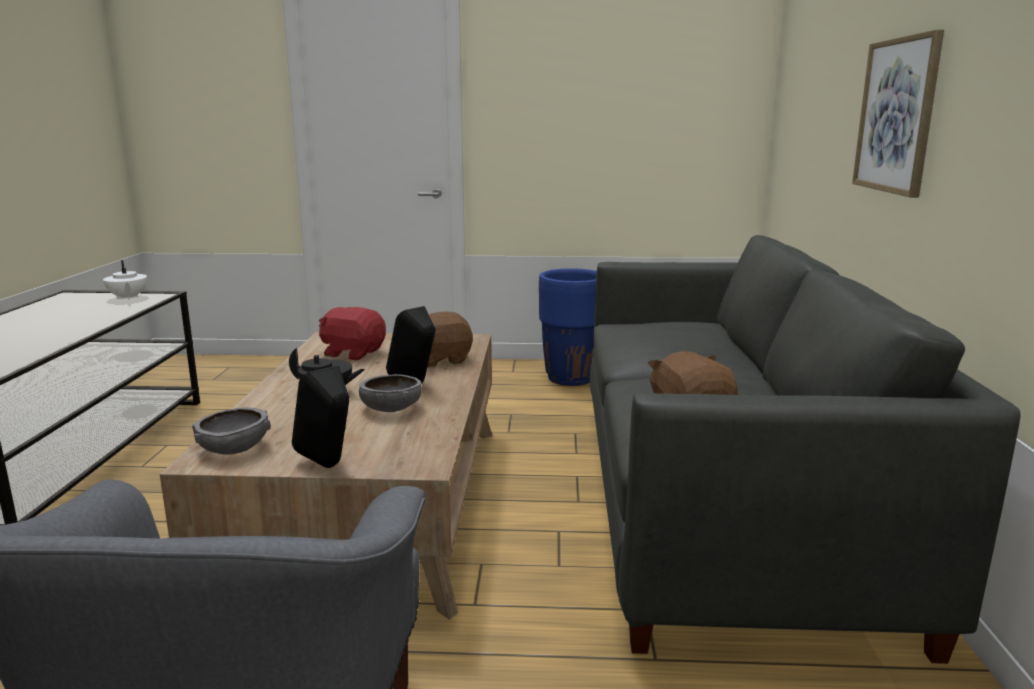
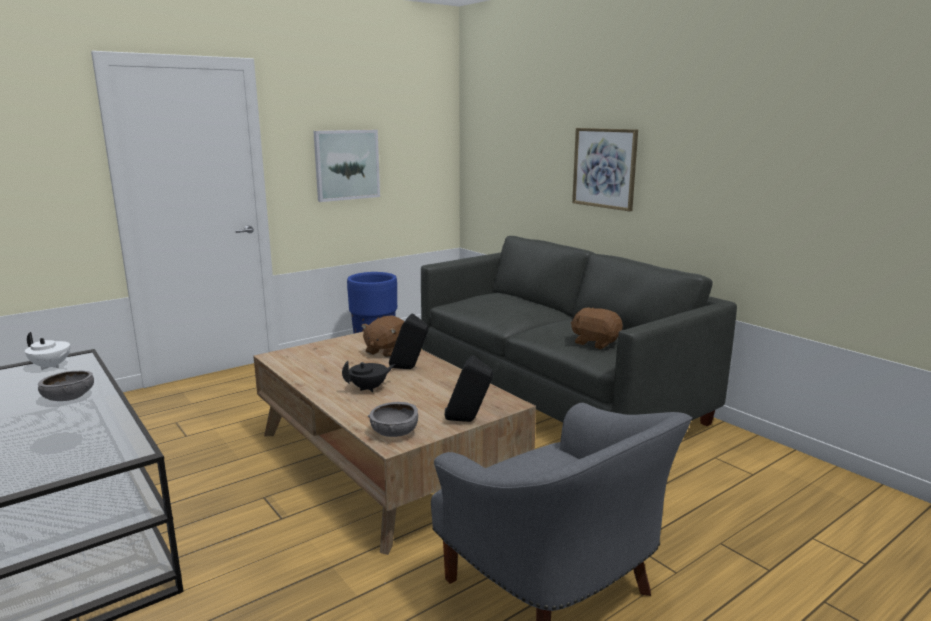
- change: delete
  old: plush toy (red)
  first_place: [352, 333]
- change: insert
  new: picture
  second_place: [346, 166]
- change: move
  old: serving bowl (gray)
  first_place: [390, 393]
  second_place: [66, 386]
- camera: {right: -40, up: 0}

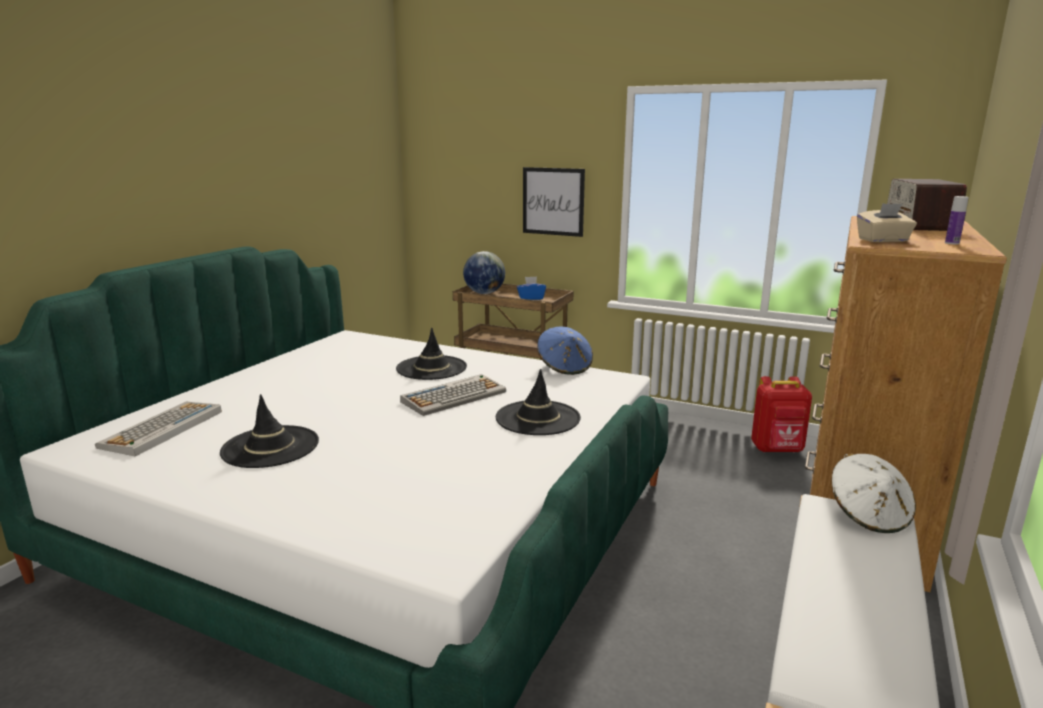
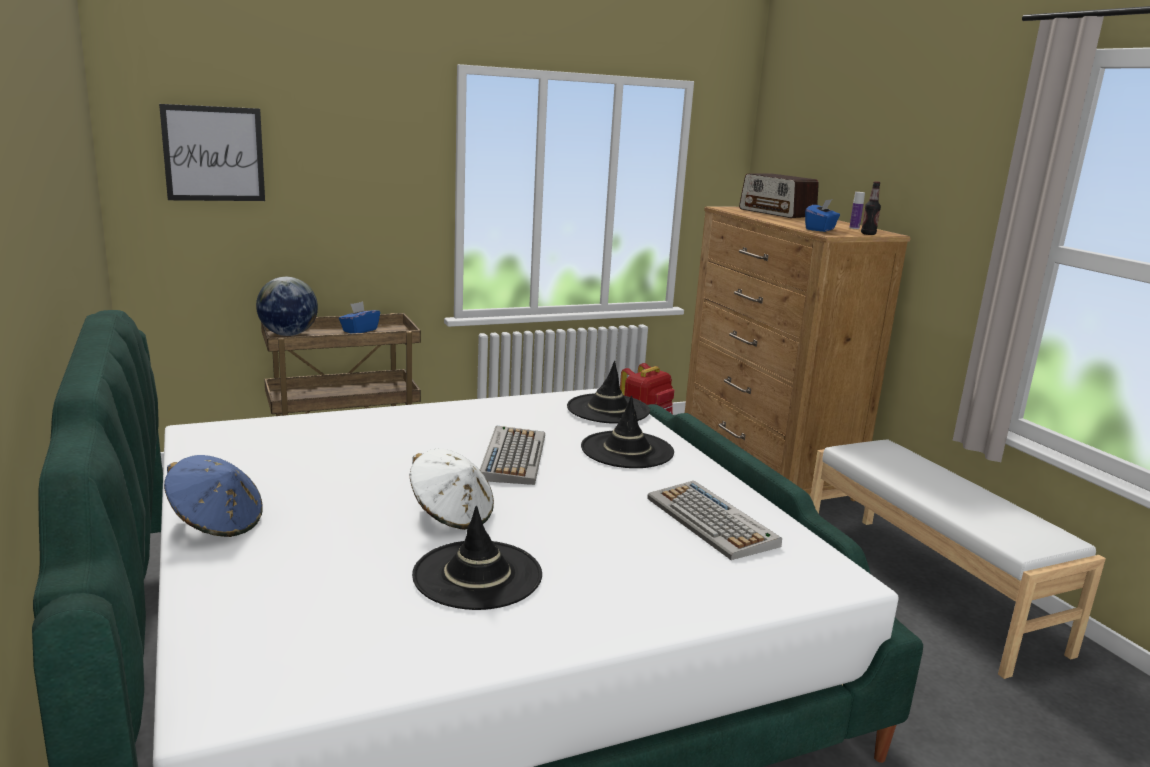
- change: insert
  new: drink bottle
  second_place: [871, 208]
- change: move
  old: PC keyboard
  first_place: [158, 429]
  second_place: [715, 520]
- change: move
  old: clothing hat (black-coloured)
  first_place: [431, 354]
  second_place: [608, 392]
- change: move
  old: picture
  first_place: [554, 202]
  second_place: [212, 152]
- change: move
  old: clothing hat (blue)
  first_place: [565, 351]
  second_place: [213, 496]
- change: move
  old: clothing hat (whitish)
  first_place: [874, 493]
  second_place: [452, 489]
- change: recolor
  old: tissue holder (beige)
  new: tissue holder (blue)
  first_place: [887, 222]
  second_place: [822, 215]
- camera: {right: -50, up: 0}

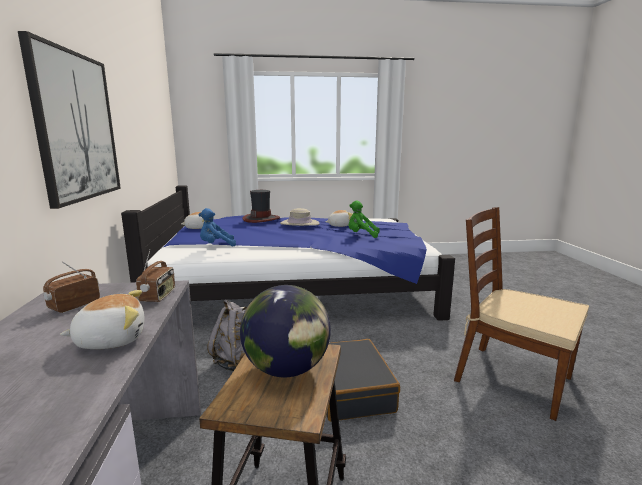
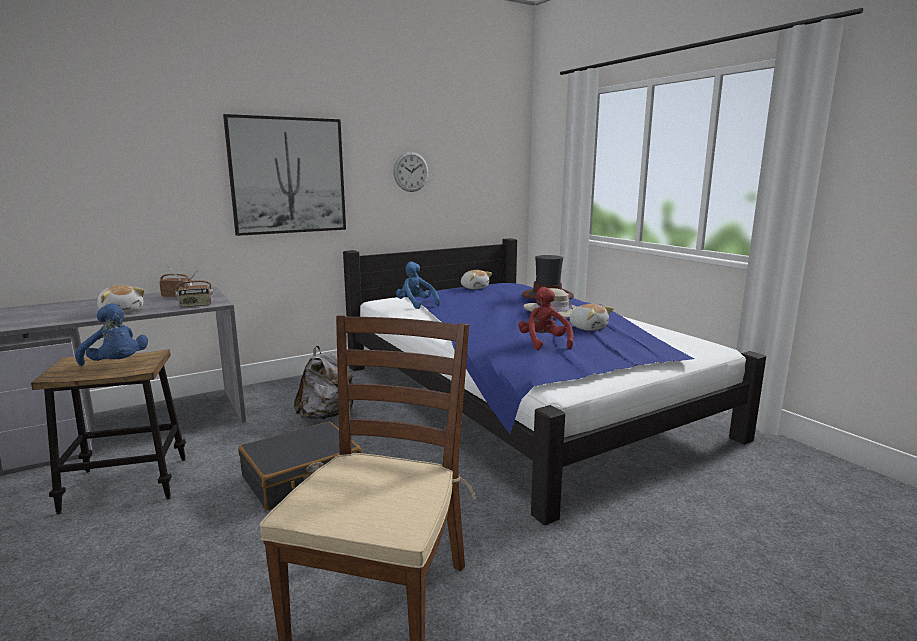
- change: insert
  new: hanging clock
  second_place: [411, 172]
- change: replace
  old: desk globe
  new: plush toy (blue)
  first_place: [285, 331]
  second_place: [111, 334]
- change: recolor
  old: plush toy (green)
  new: plush toy (red)
  first_place: [364, 219]
  second_place: [545, 318]
- camera: {right: 65, up: 0}

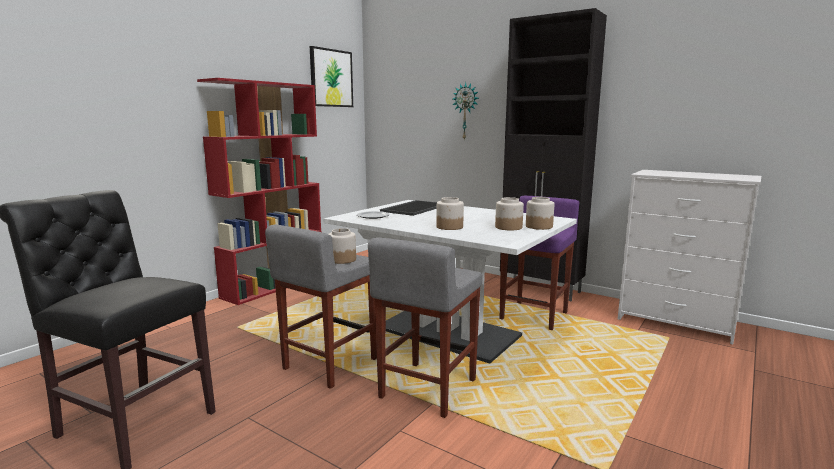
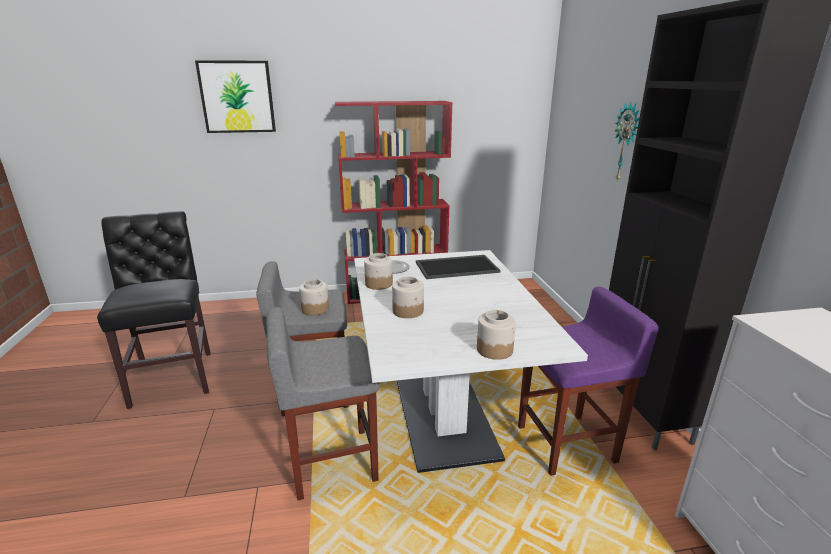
- change: move
  old: picture
  first_place: [331, 76]
  second_place: [235, 96]
- change: move
  old: jar
  first_place: [509, 213]
  second_place: [378, 271]
- camera: {right: 45, up: 10}

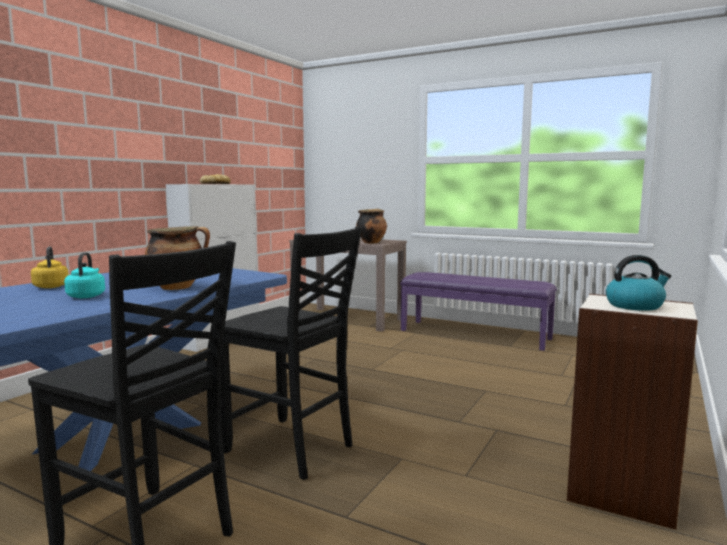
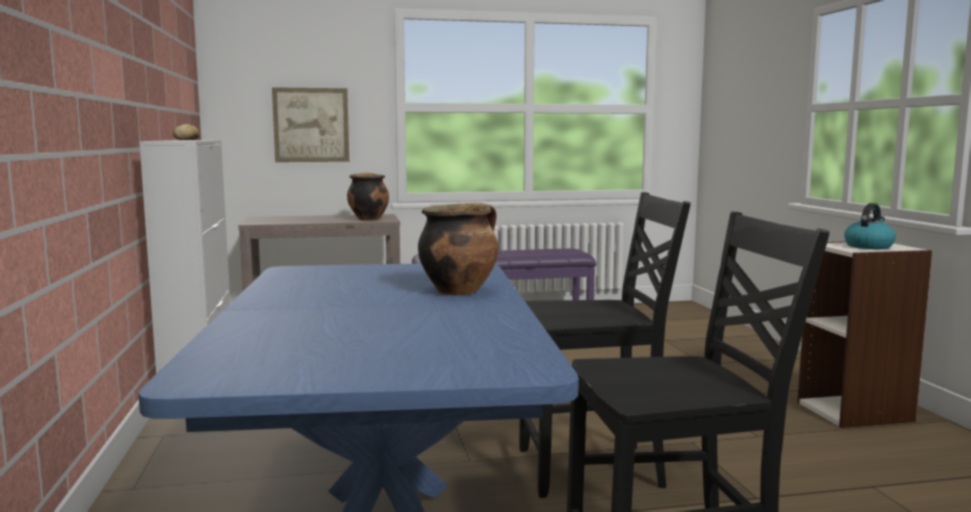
- change: delete
  old: tea kettle (yellowish)
  first_place: [50, 267]
- change: delete
  old: tea kettle (blue-green)
  first_place: [84, 275]
- change: insert
  new: picture
  second_place: [310, 124]
- camera: {right: -40, up: 0}

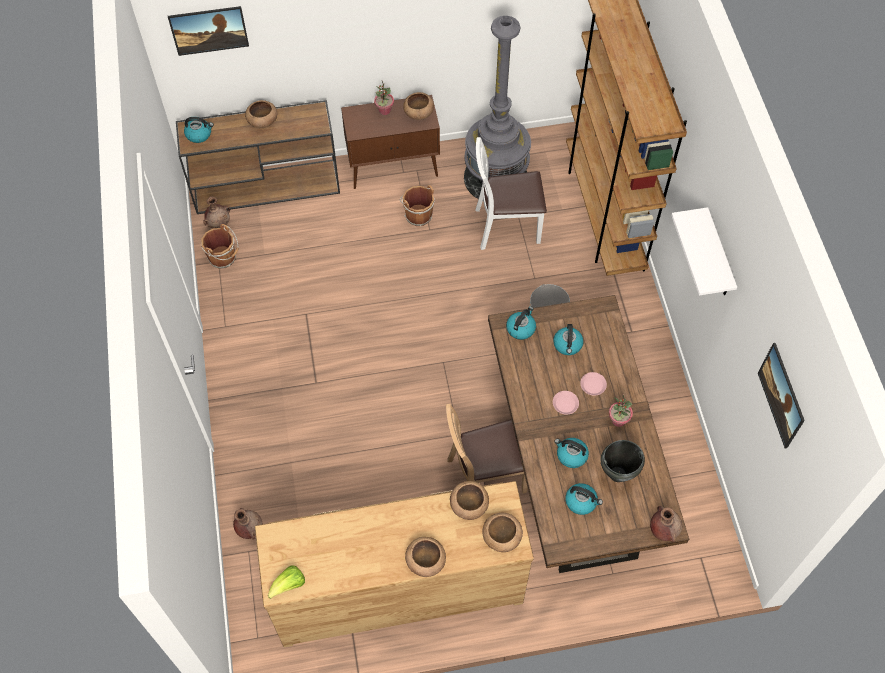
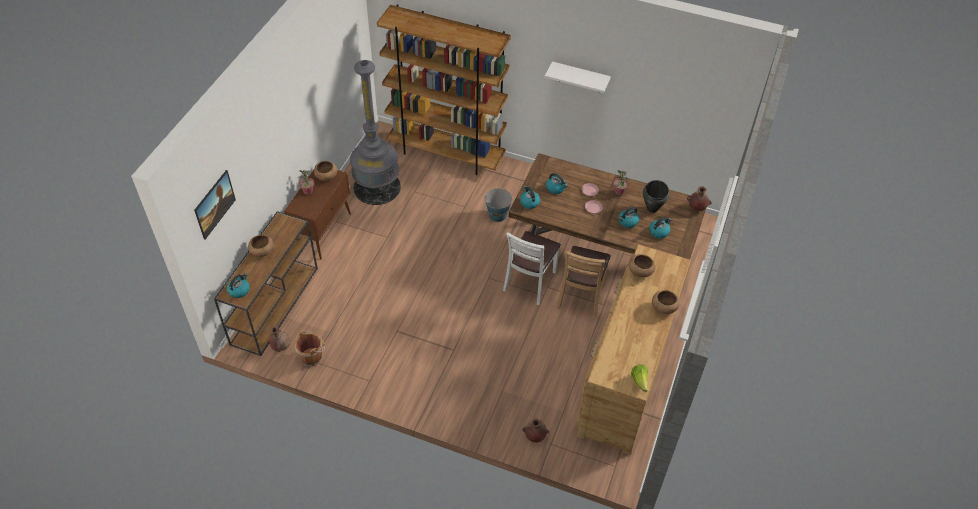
- change: delete
  old: bucket (brown-coloured)
  first_place: [417, 205]
- change: delete
  old: serving bowl (brown-coloured)
  first_place: [503, 532]
- change: delete
  old: picture
  first_place: [781, 396]
- change: move
  old: chair (whitish)
  first_place: [511, 193]
  second_place: [532, 268]
- camera: {right: -60, up: -10}

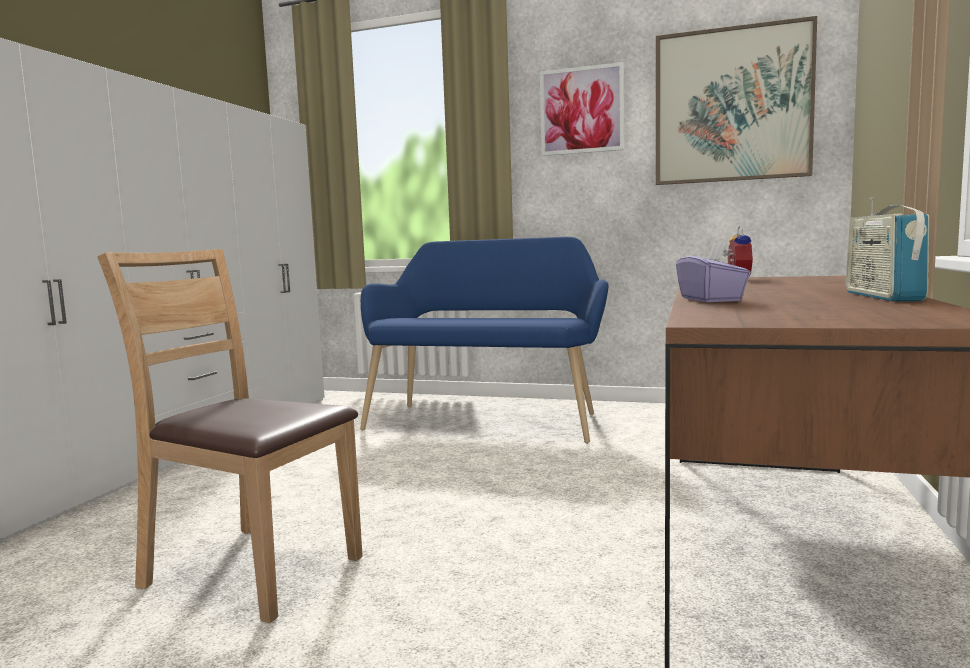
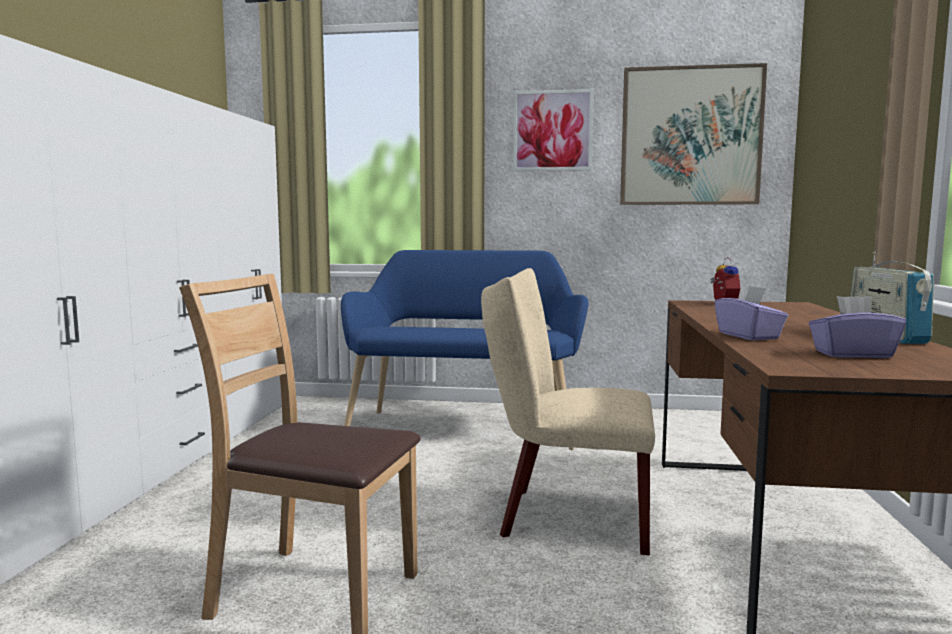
- change: insert
  new: chair (beige)
  second_place: [568, 411]
- change: insert
  new: tissue holder (purplish)
  second_place: [857, 327]
- camera: {right: -10, up: 0}

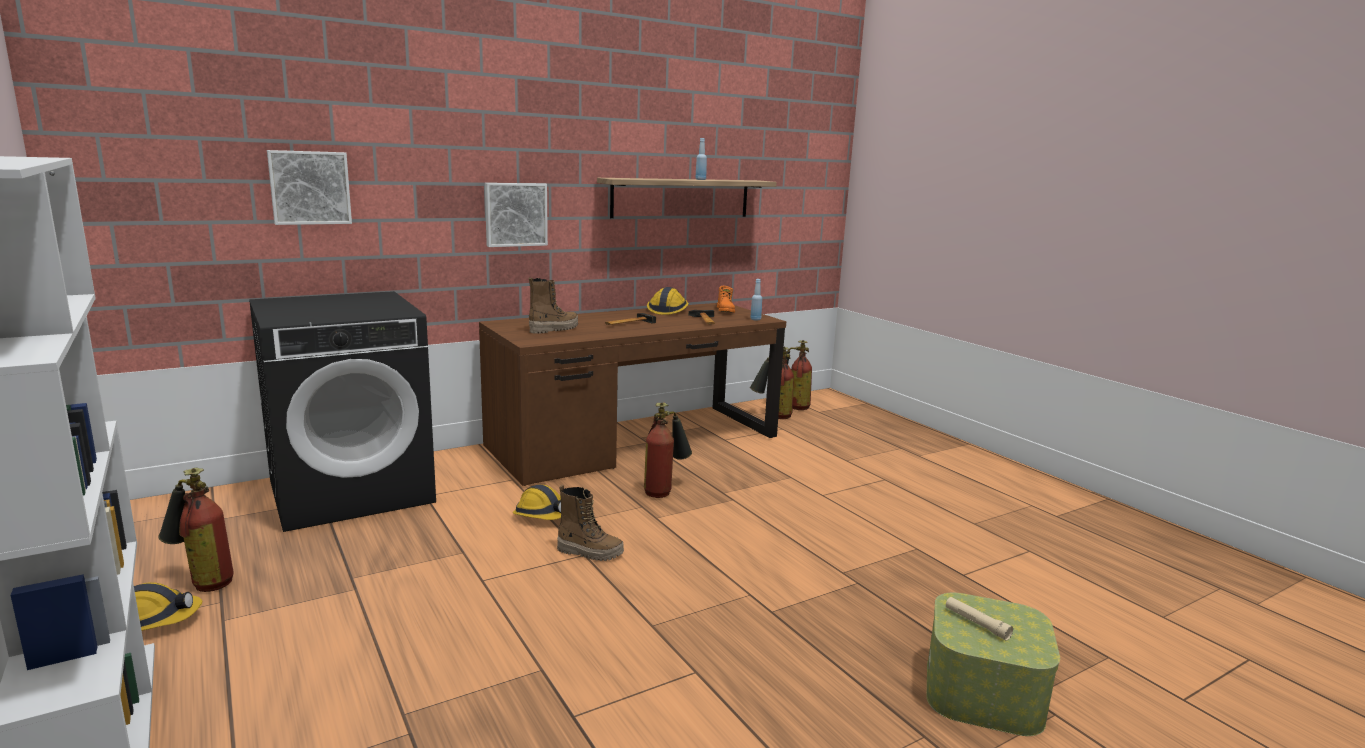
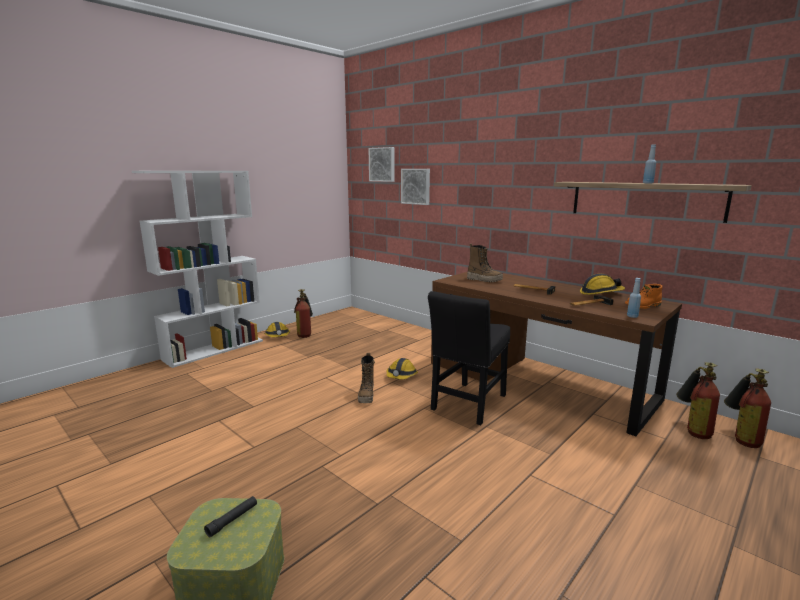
- change: delete
  old: washing machine (black-coloured)
  first_place: [342, 411]
- change: move
  old: picture
  first_place: [516, 215]
  second_place: [381, 164]
- change: replace
  old: fire extinguisher
  new: chair (black-coloured)
  first_place: [668, 450]
  second_place: [469, 358]
- change: recolor
  old: flashlight (beige)
  new: flashlight (black-coloured)
  first_place: [979, 619]
  second_place: [230, 516]
- camera: {right: 75, up: 0}

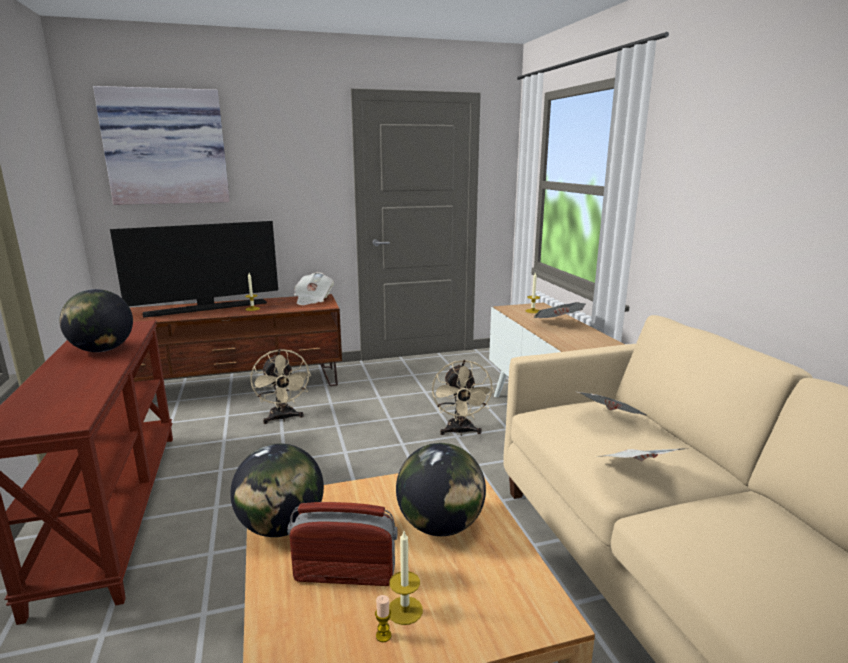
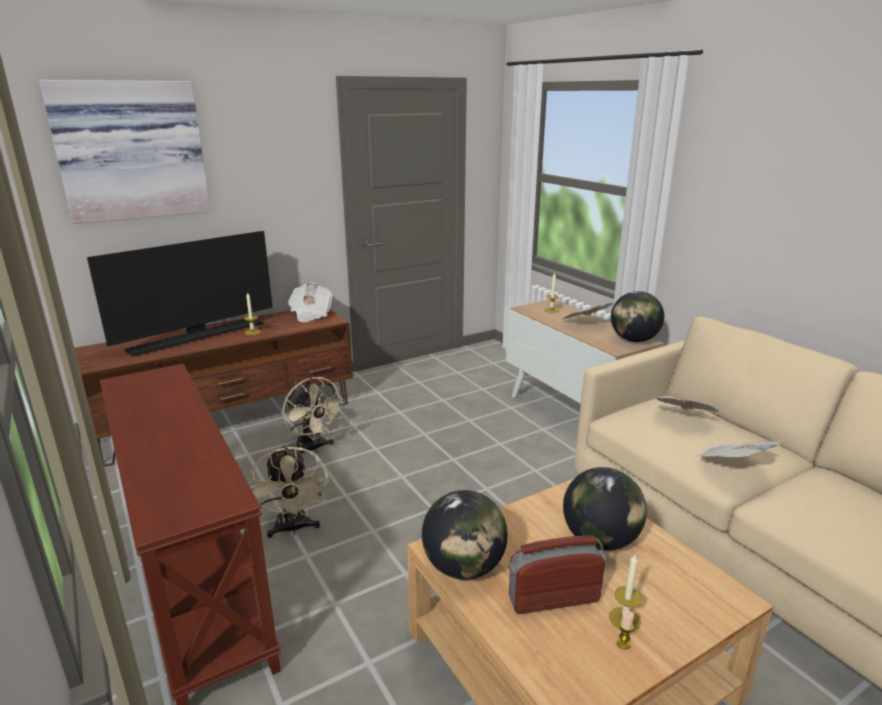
- change: move
  old: desk globe
  first_place: [96, 320]
  second_place: [637, 316]
- change: move
  old: cooling fan (beige)
  first_place: [463, 398]
  second_place: [288, 491]
- camera: {right: -15, up: 5}

